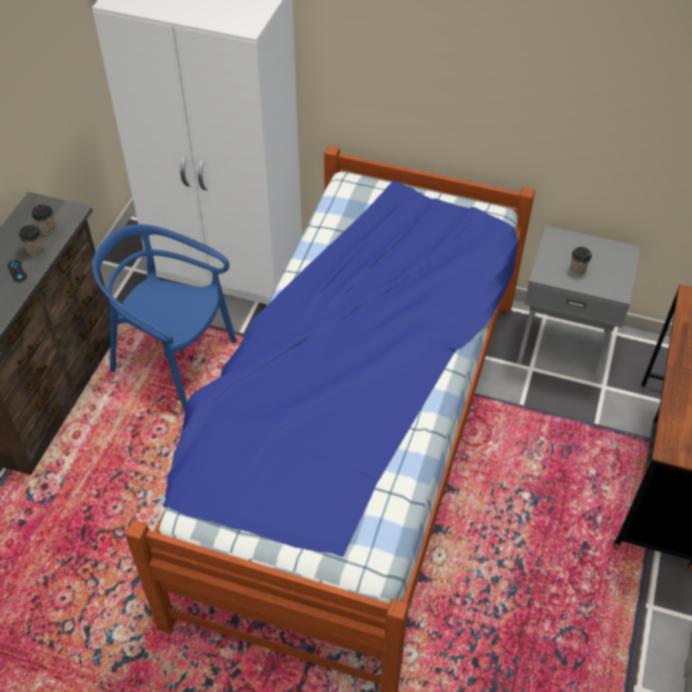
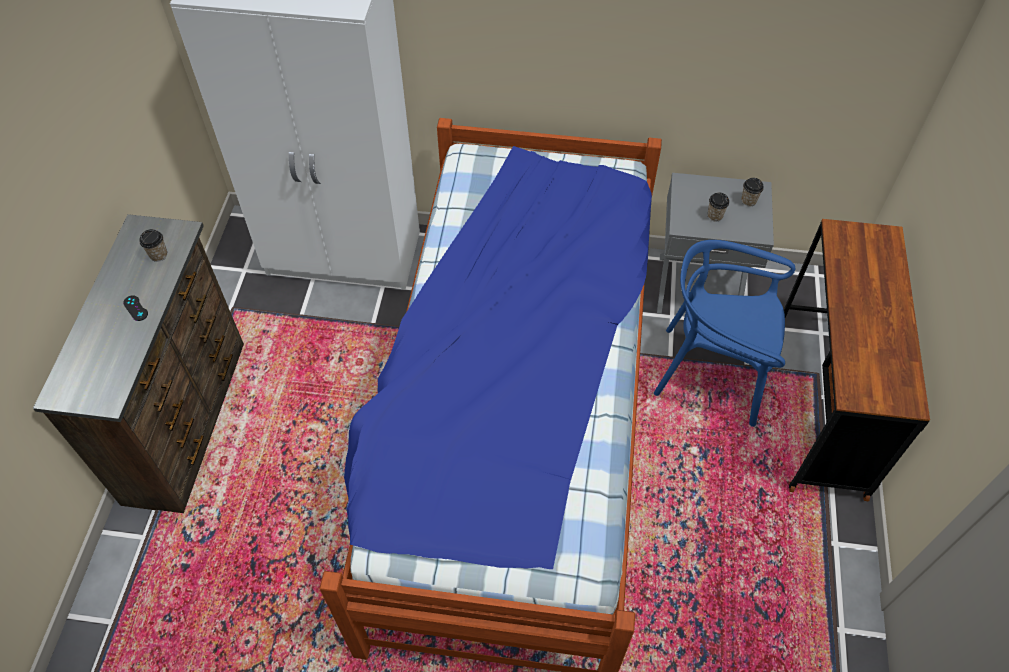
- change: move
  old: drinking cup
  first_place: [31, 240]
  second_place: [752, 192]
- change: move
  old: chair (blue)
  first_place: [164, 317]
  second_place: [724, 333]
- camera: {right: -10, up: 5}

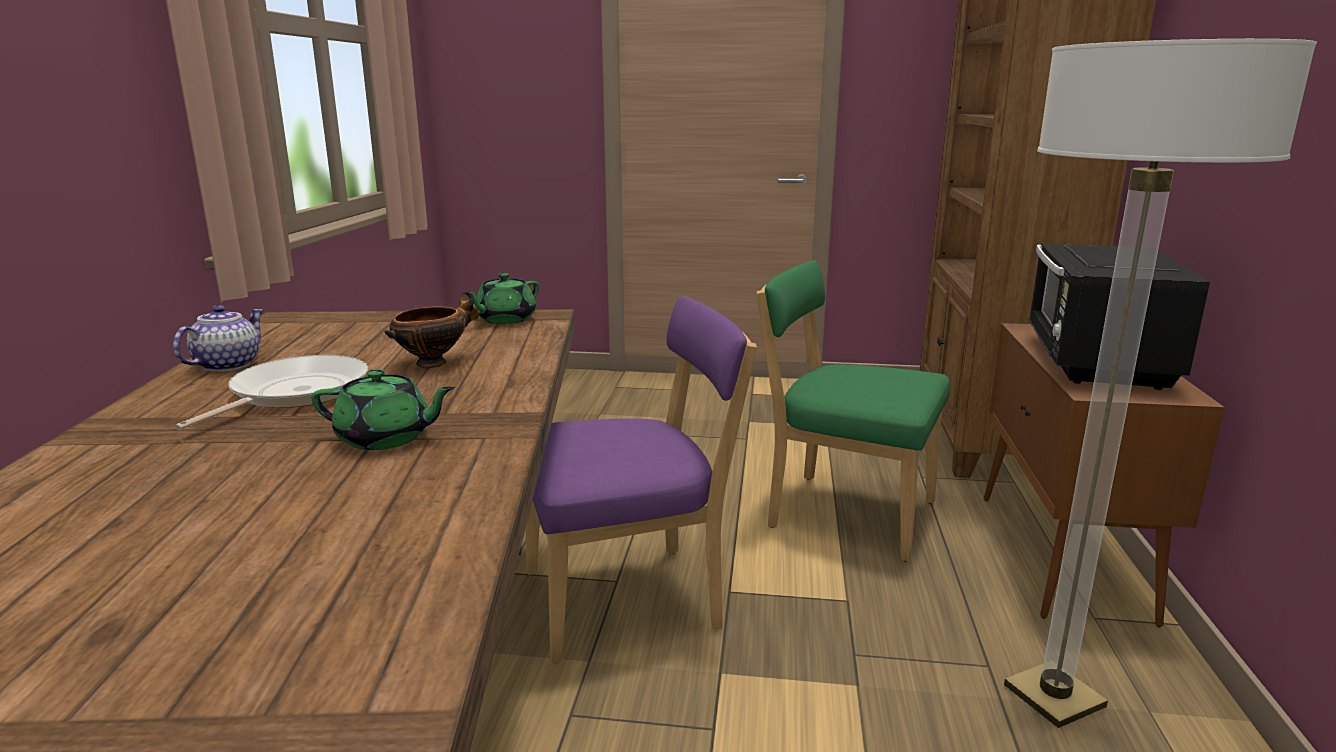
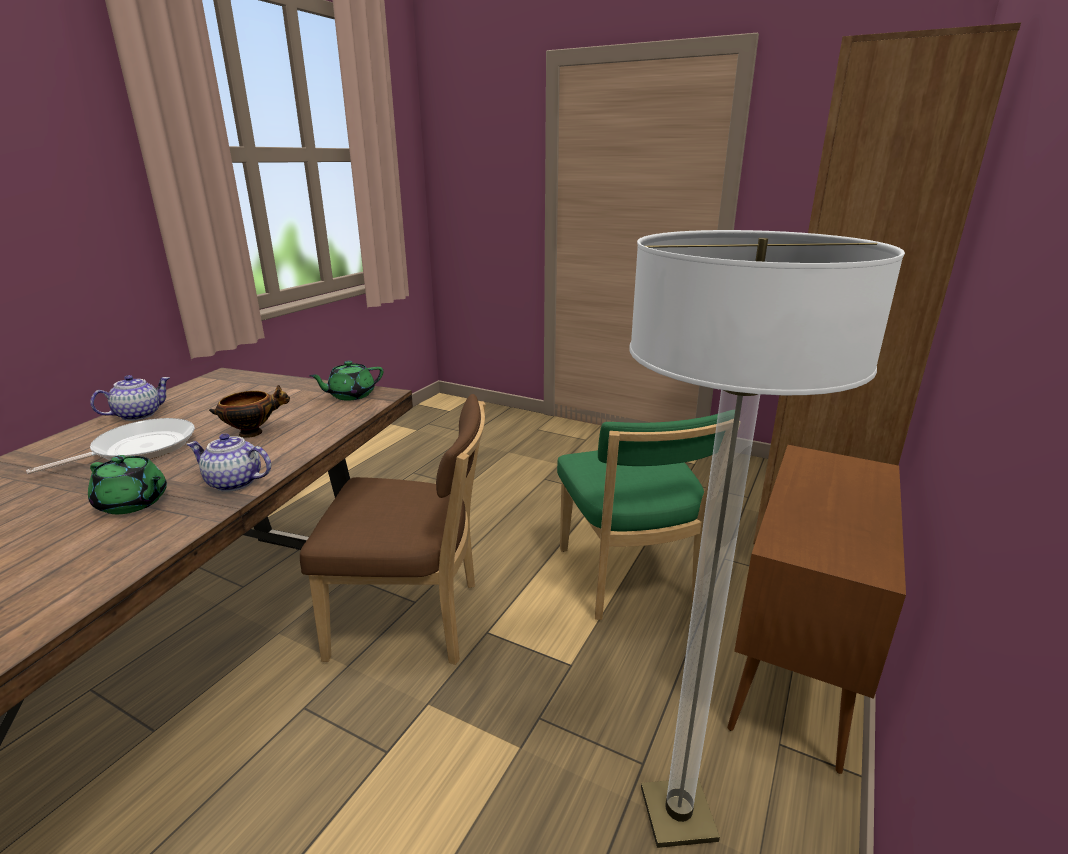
- change: delete
  old: microwave oven (black-coloured)
  first_place: [1119, 316]
- change: insert
  new: teapot
  second_place: [229, 462]
- change: recolor
  old: chair (purplish)
  new: chair (brown-coloured)
  first_place: [641, 479]
  second_place: [393, 529]
- change: rotate
  old: chair (green)
  first_place: [853, 411]
  second_place: [637, 517]
  degrees: -150
- camera: {right: 20, up: 5}

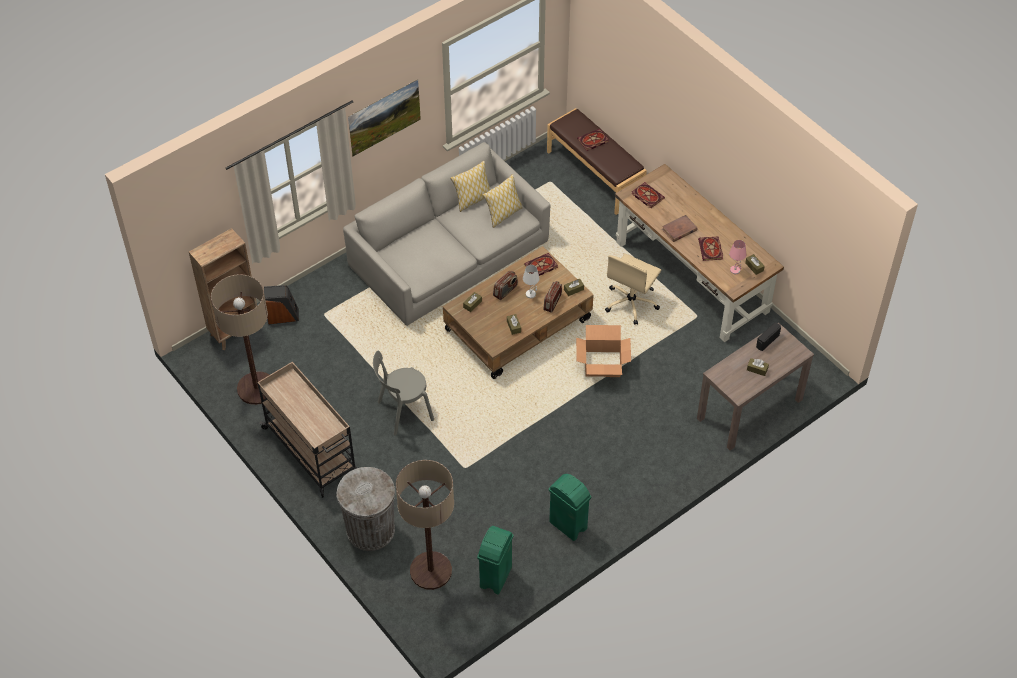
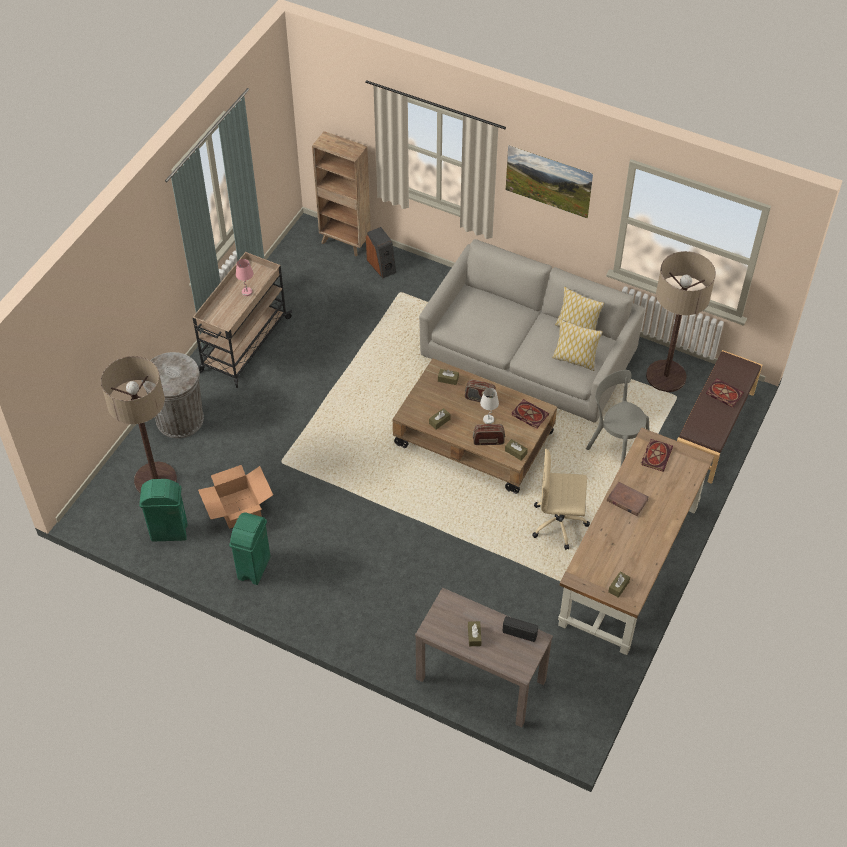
- change: delete
  old: volume
  first_place: [710, 248]
- change: move
  old: standard lamp
  first_place: [240, 339]
  second_place: [681, 321]
- change: move
  old: chair (gray)
  first_place: [403, 393]
  second_place: [617, 417]
- change: move
  old: packing box
  first_place: [603, 351]
  second_place: [235, 497]
- change: move
  old: lamp for a table (pink-coloured)
  first_place: [738, 257]
  second_place: [244, 277]
- camera: {right: 65, up: 0}

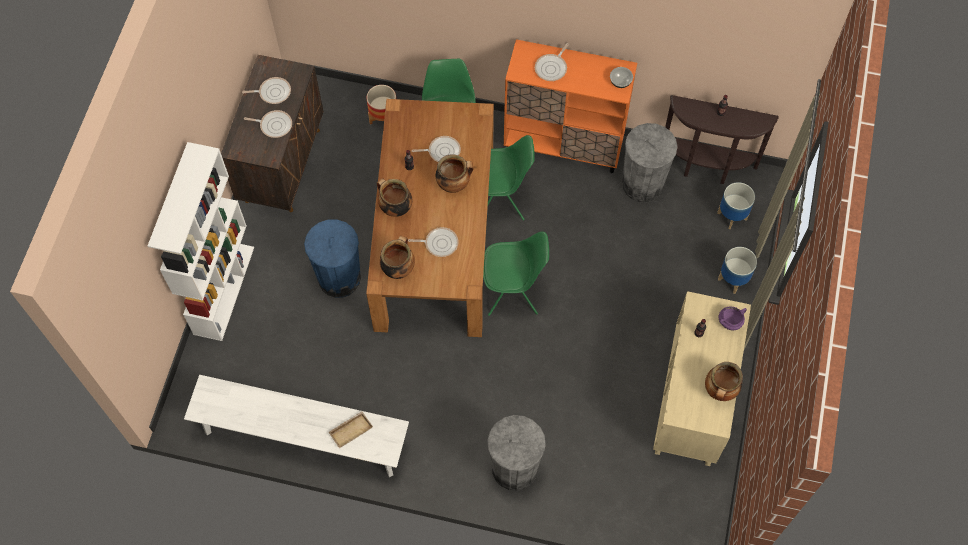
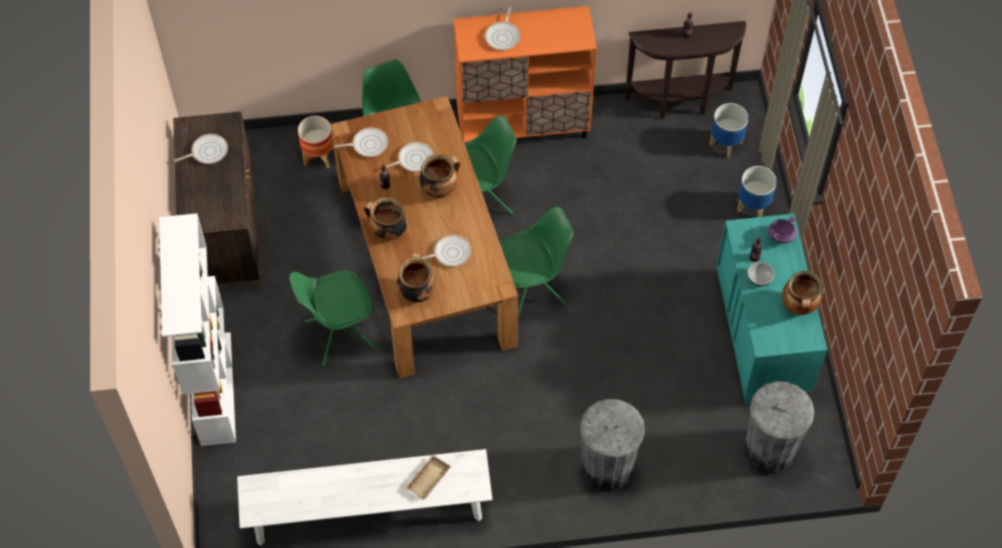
- change: move
  old: pan
  first_place: [268, 124]
  second_place: [361, 142]
- change: move
  old: serving bowl
  first_place: [621, 77]
  second_place: [761, 274]
- change: move
  old: rubbish bin (gray)
  first_place: [649, 162]
  second_place: [779, 427]
- change: replace
  old: rubbish bin (blue)
  new: chair (green)
  first_place: [332, 258]
  second_place: [332, 318]
- change: recolor
  old: drawer chest (beige)
  new: drawer chest (blue-green)
  first_place: [702, 378]
  second_place: [771, 309]
- camera: {right: -20, up: -5}

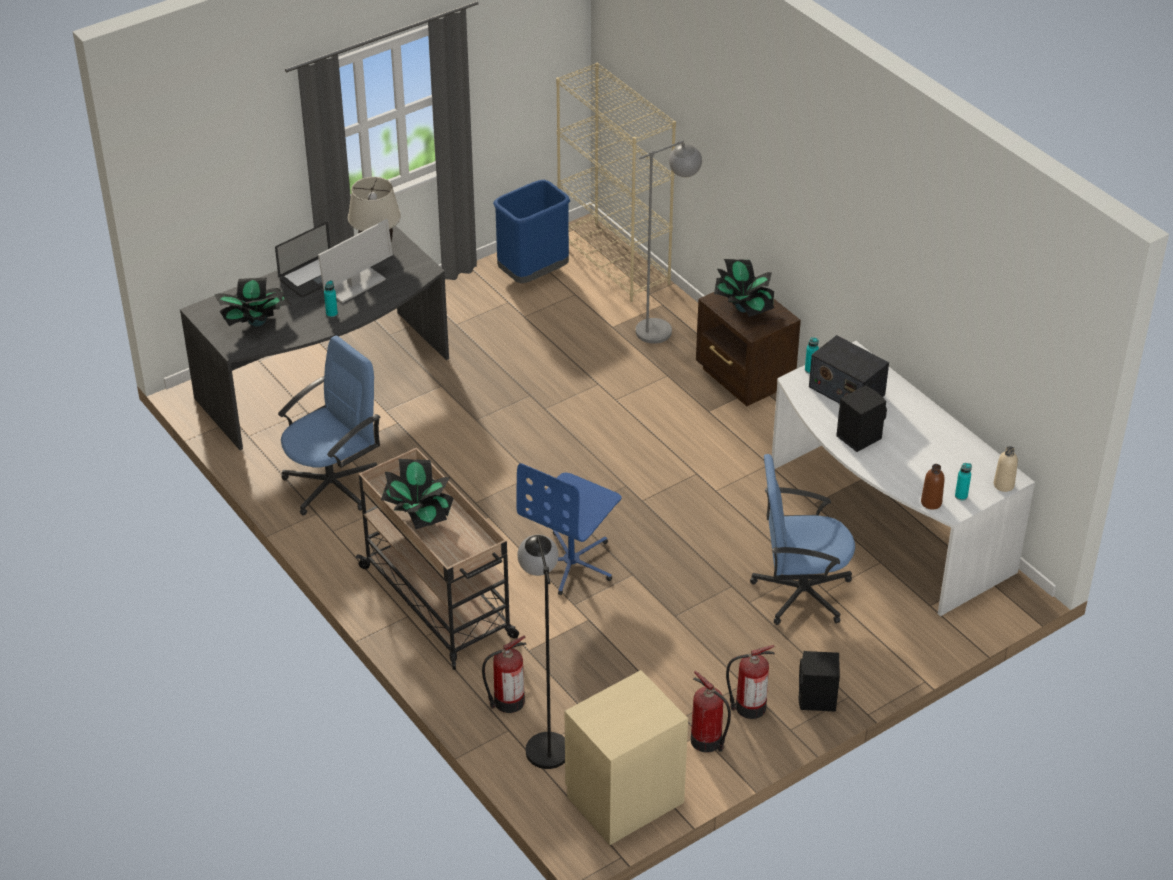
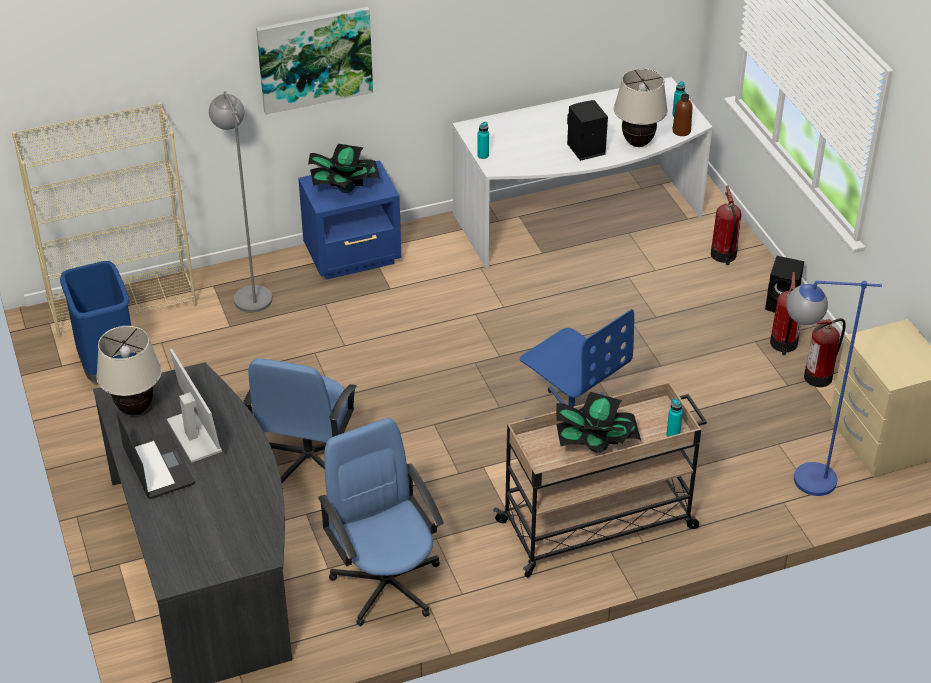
- change: delete
  old: potted plant
  first_place: [253, 302]
- change: delete
  old: radio
  first_place: [849, 369]
- change: delete
  old: drink bottle (beige)
  first_place: [1006, 469]
- change: insert
  new: picture
  second_place: [314, 61]
- change: insert
  new: lamp for a table (beige)
  second_place: [641, 107]
- change: move
  old: drink bottle (blue-green)
  first_place: [331, 298]
  second_place: [674, 417]
- change: move
  old: fire extinguisher
  first_place: [504, 674]
  second_place: [726, 225]
- change: move
  old: desk chair (blue)
  first_place: [802, 539]
  second_place: [300, 424]
- change: recolor
  old: standard lamp (black-coloured)
  new: standard lamp (blue)
  first_place: [541, 651]
  second_place: [834, 388]
- change: recolor
  old: bedside table (brown-coloured)
  new: bedside table (blue)
  first_place: [748, 349]
  second_place: [349, 220]
- camera: {right: -75, up: 0}

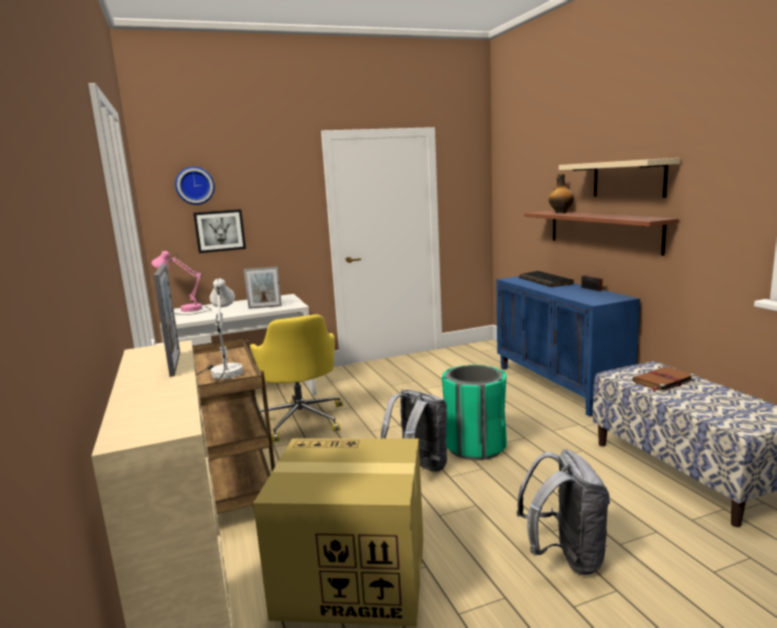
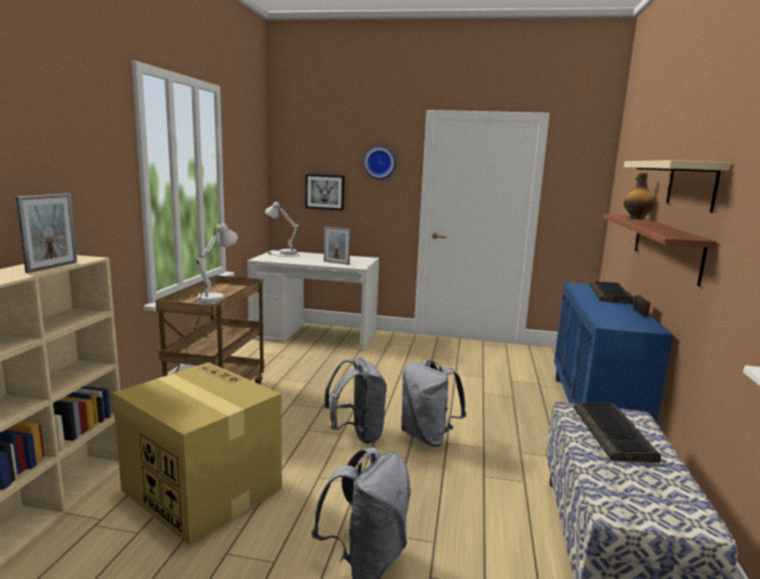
- change: delete
  old: desk chair (yellowish)
  first_place: [296, 378]
- change: move
  old: hanging clock
  first_place: [195, 186]
  second_place: [380, 162]
- change: replace
  old: rubbish bin (green)
  new: knapsack (gray)
  first_place: [474, 412]
  second_place: [433, 403]
- change: replace
  old: volume (brown-coloured)
  new: PC keyboard
  first_place: [663, 379]
  second_place: [617, 433]
- change: recolor
  old: lamp for a table (pink-coloured)
  new: lamp for a table (whitish)
  first_place: [181, 282]
  second_place: [282, 229]
- camera: {right: 30, up: 0}

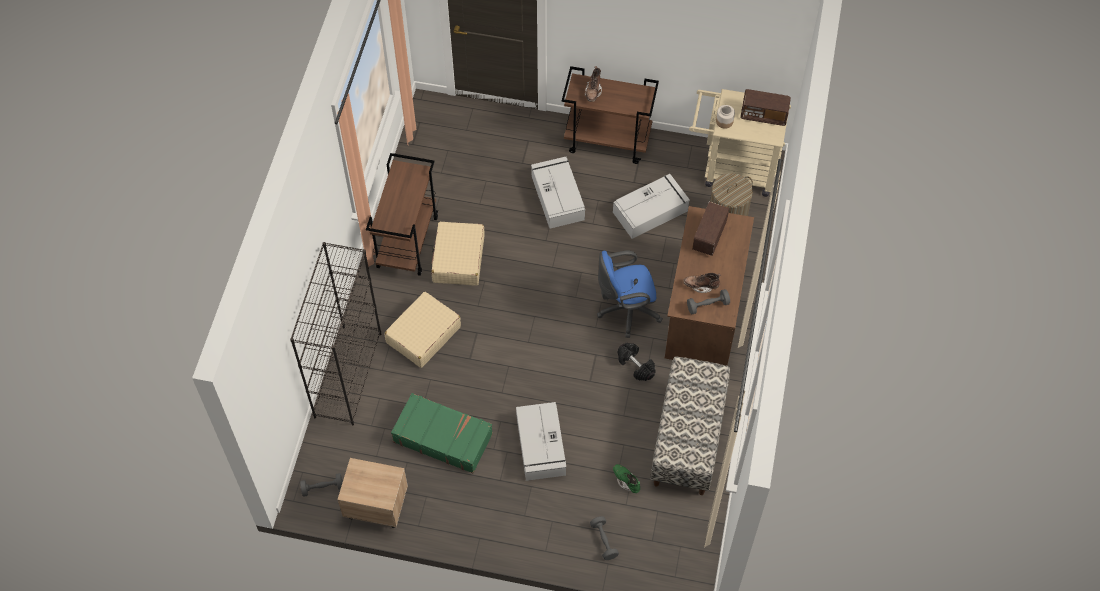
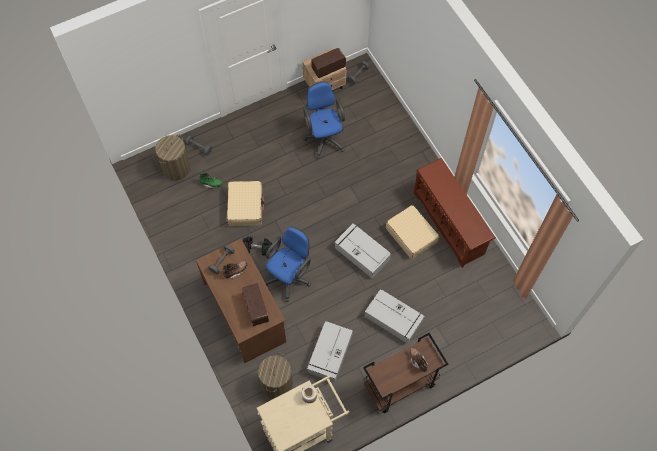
- change: delete
  old: bookcase (black-coloured)
  first_place: [335, 334]
- change: delete
  old: long seat
  first_place: [690, 425]
- change: insert
  new: hamper
  second_place: [173, 157]
- change: move
  old: suitcase (beige)
  first_place: [423, 330]
  second_place: [245, 203]
- change: move
  old: storage box (gray)
  first_place: [541, 441]
  second_place: [363, 251]
- change: move
  old: radio
  first_place: [765, 107]
  second_place: [328, 63]
- change: replace
  old: cart (brown-coloured)
  new: shoe rack (brown-coloured)
  first_place: [402, 214]
  second_place: [455, 213]
- change: replace
  old: suitcase (green)
  new: desk chair (blue)
  first_place: [442, 433]
  second_place: [324, 120]
- camera: {right: 140, up: 5}

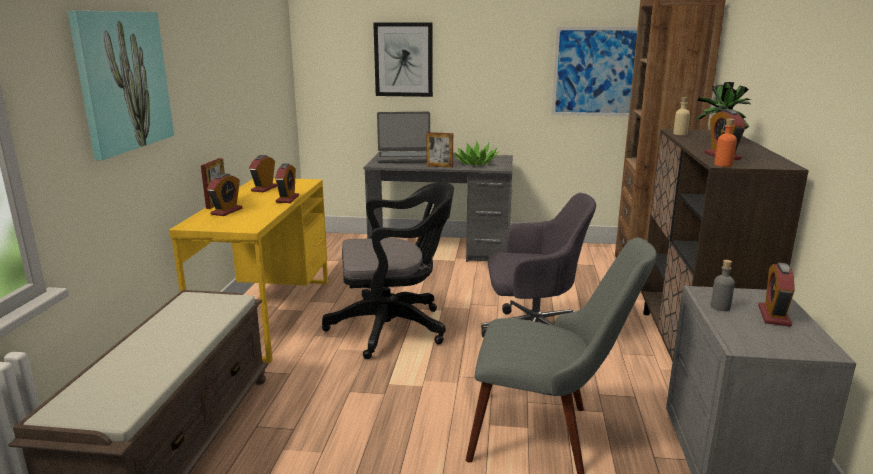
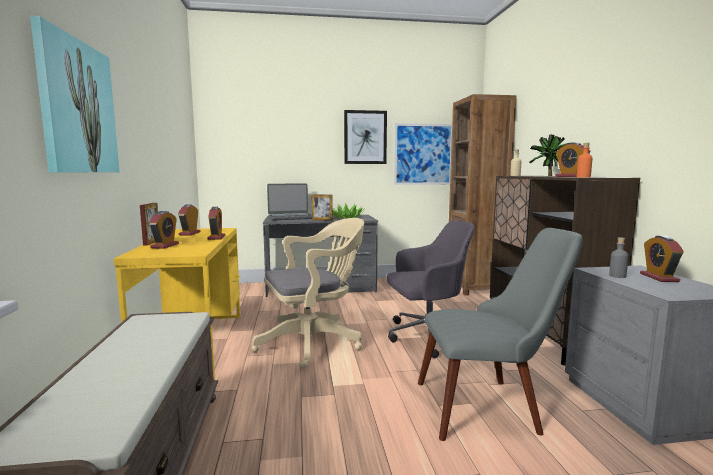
- change: move
  old: picture
  first_place: [403, 59]
  second_place: [365, 137]
- change: recolor
  old: desk chair (black-coloured)
  new: desk chair (beige)
  first_place: [388, 270]
  second_place: [308, 293]
- camera: {right: -15, up: -10}

